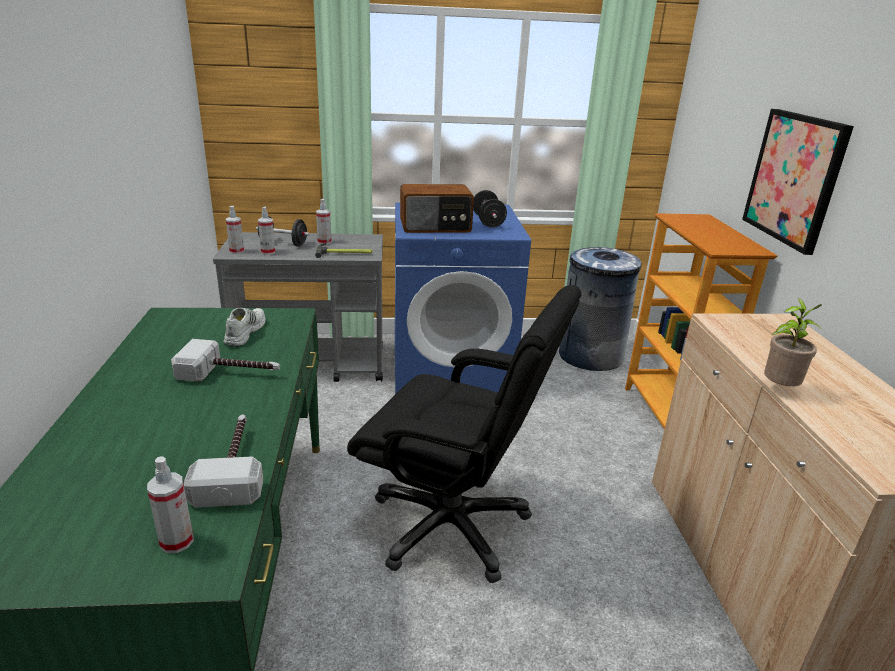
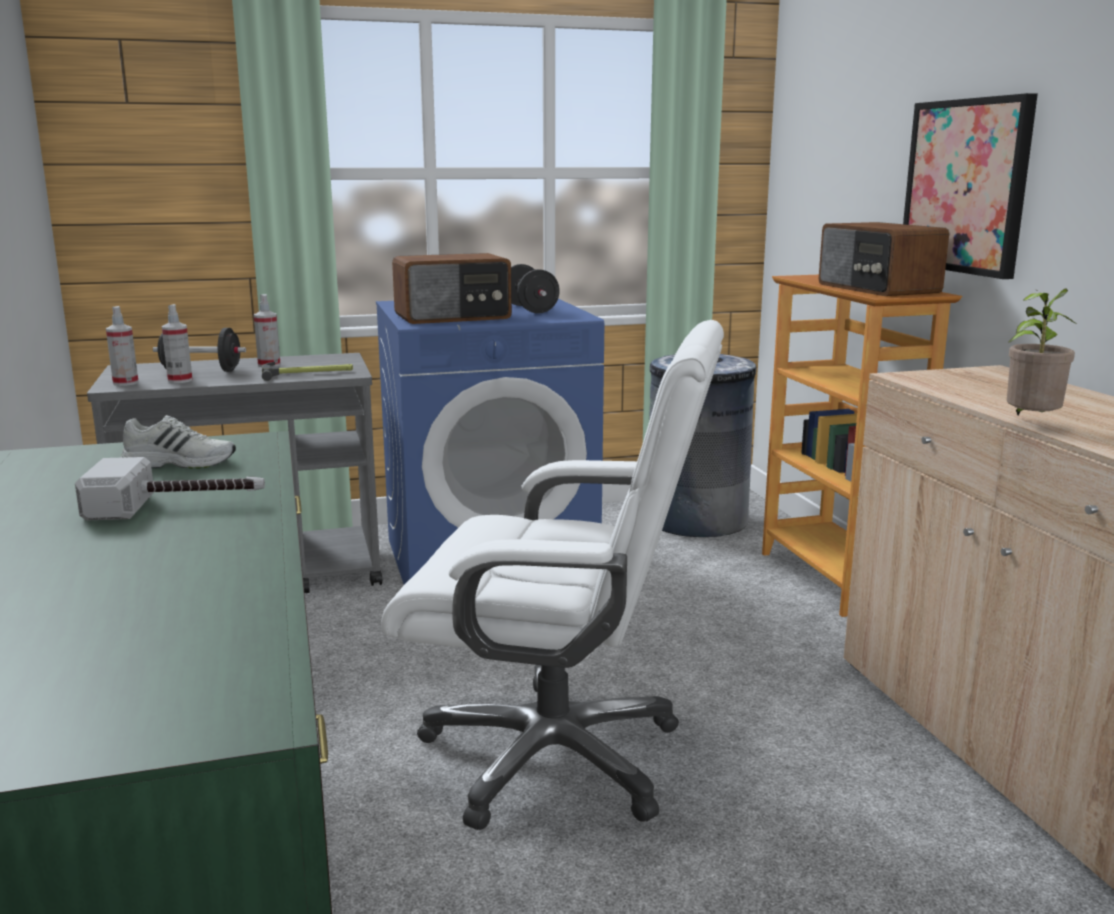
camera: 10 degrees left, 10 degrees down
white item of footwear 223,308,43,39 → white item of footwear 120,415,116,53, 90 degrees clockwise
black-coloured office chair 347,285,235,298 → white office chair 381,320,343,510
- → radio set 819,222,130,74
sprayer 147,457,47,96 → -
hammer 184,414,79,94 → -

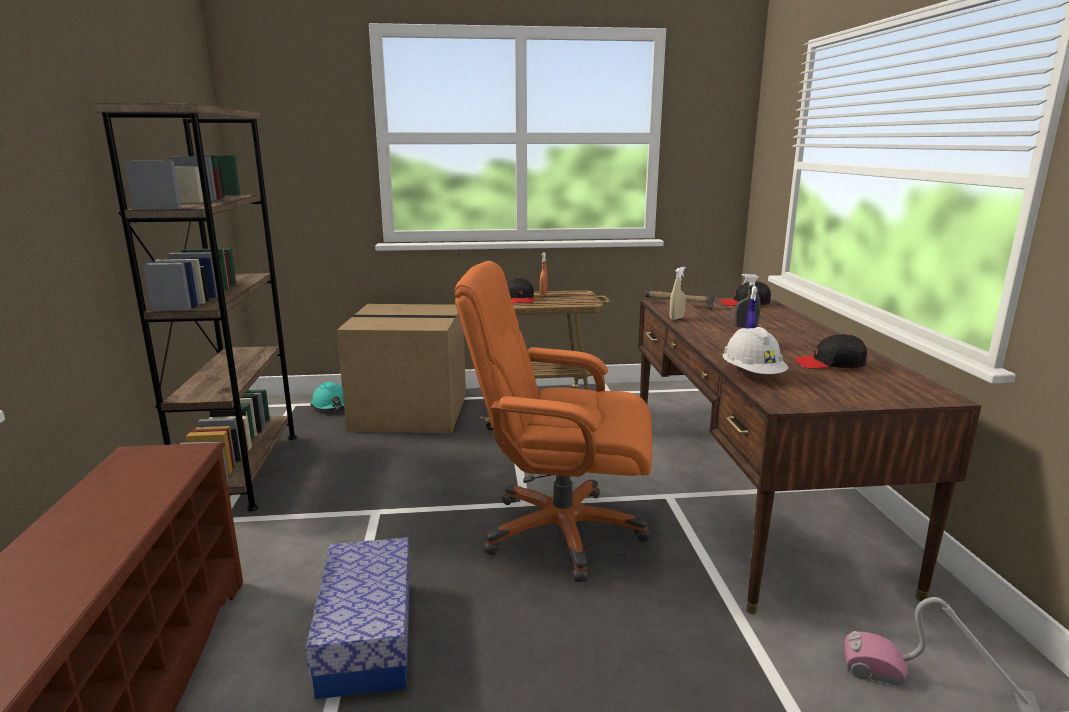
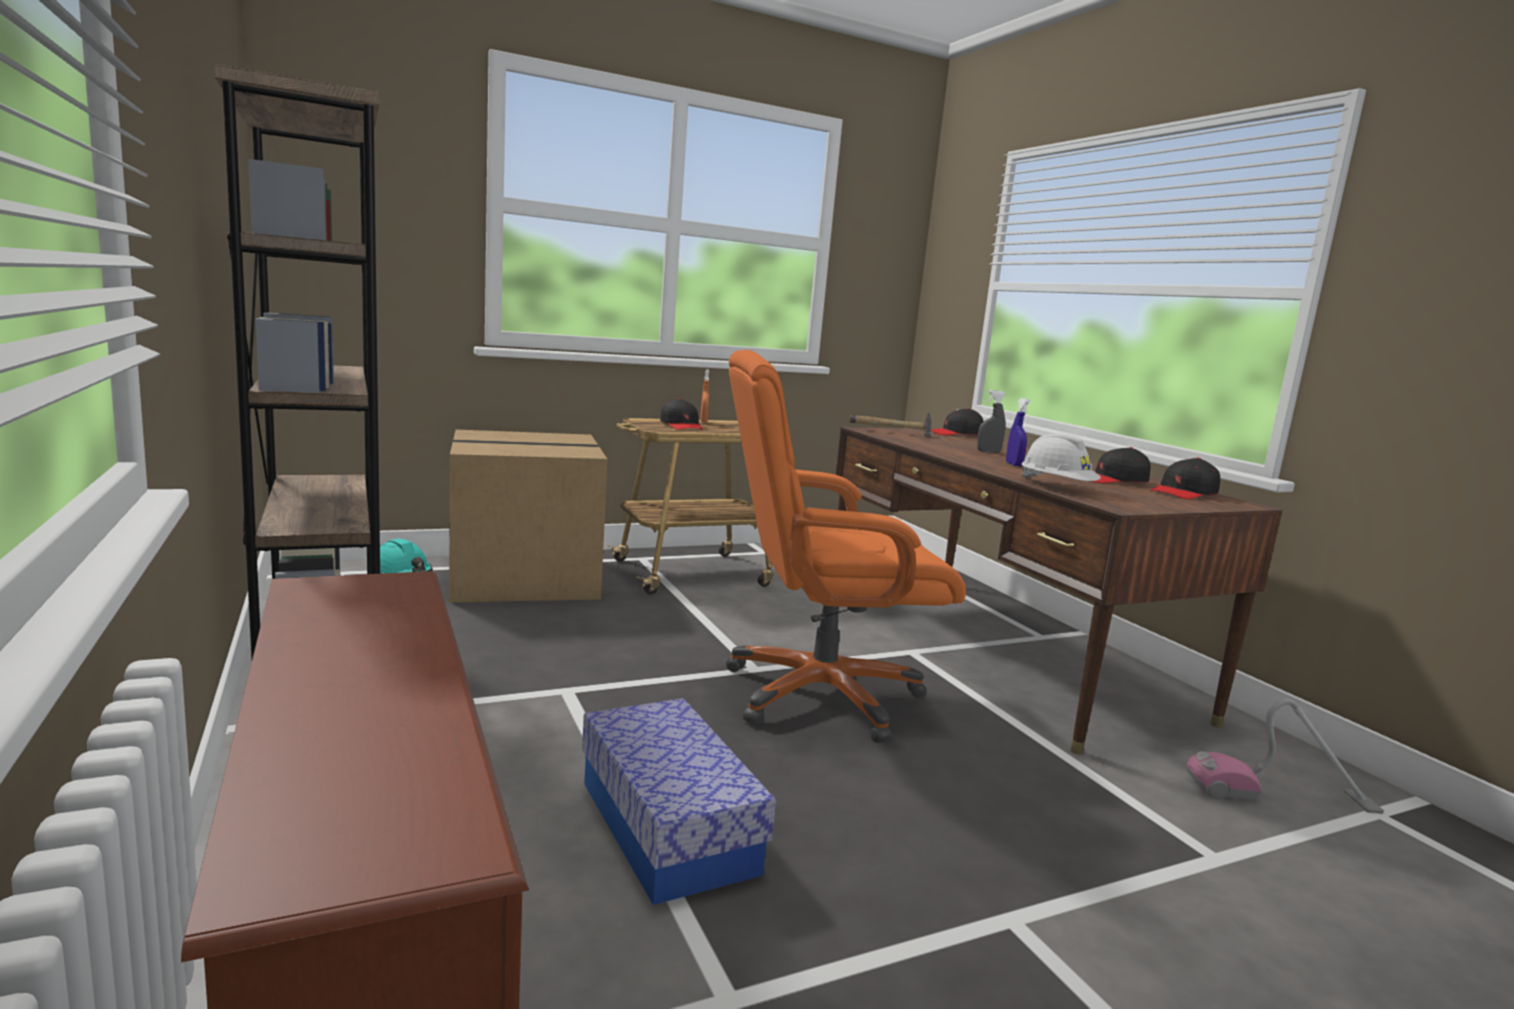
camera: 20 degrees left, 5 degrees down
- → black-coloured peaked cap 1150,458,70,41
beige-coloured sprayer 669,267,17,53 → -

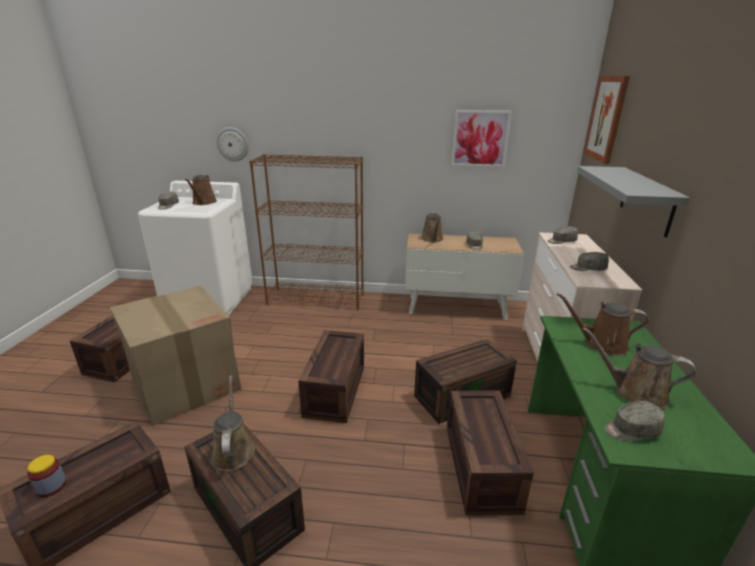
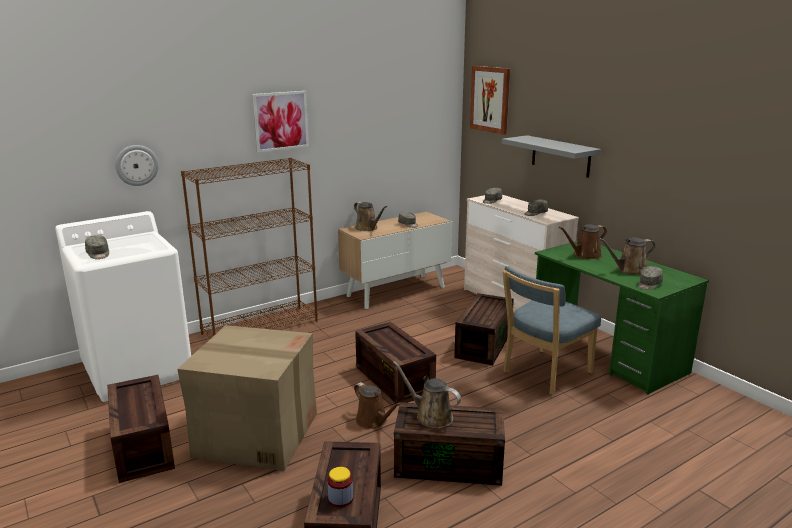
camera: 40 degrees left, 5 degrees down
picture 451,110,61,57 → picture 252,91,57,62, moved
brownish watering pot 185,175,32,30 → brownish watering pot 354,382,46,47, moved
crate 447,391,87,124 → blue-coloured upright chair 503,266,98,129

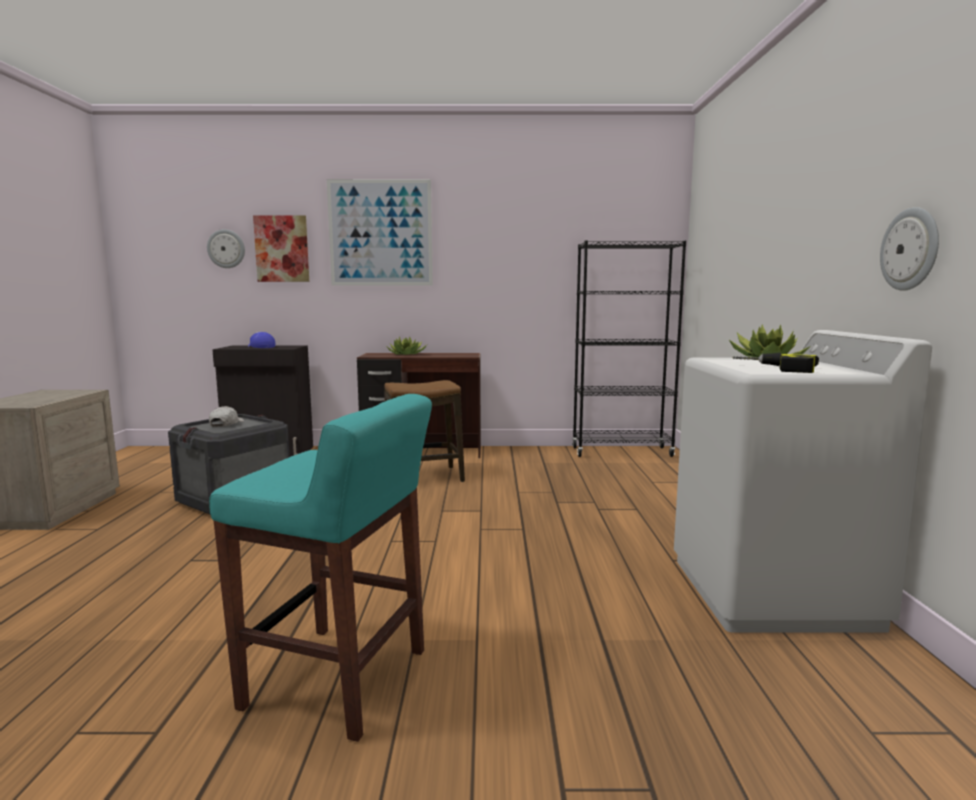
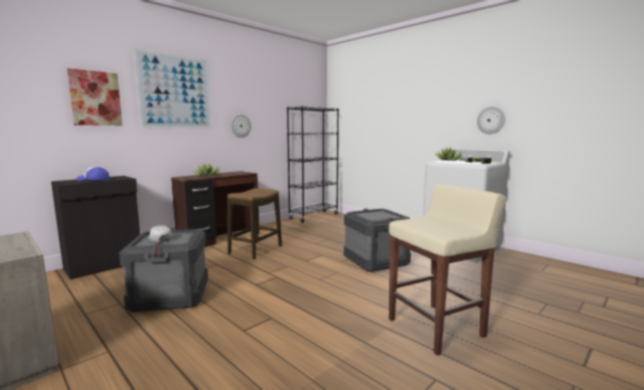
camera: 45 degrees left, 0 degrees up
hanging clock 207,229,38,39 → hanging clock 231,114,20,24, moved
- → crate 344,209,67,63
blue-green stool 209,394,223,348 → beige-coloured stool 389,184,117,171

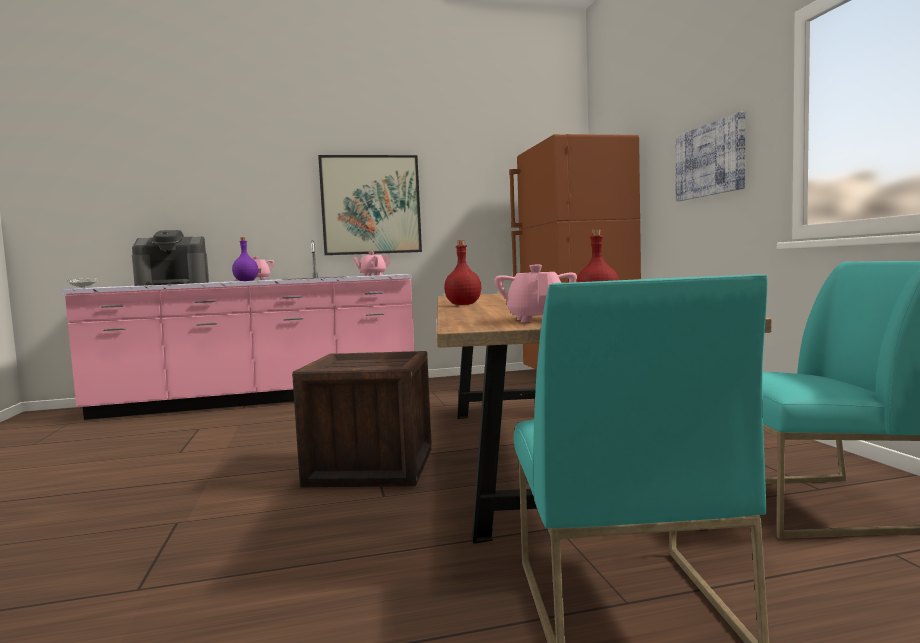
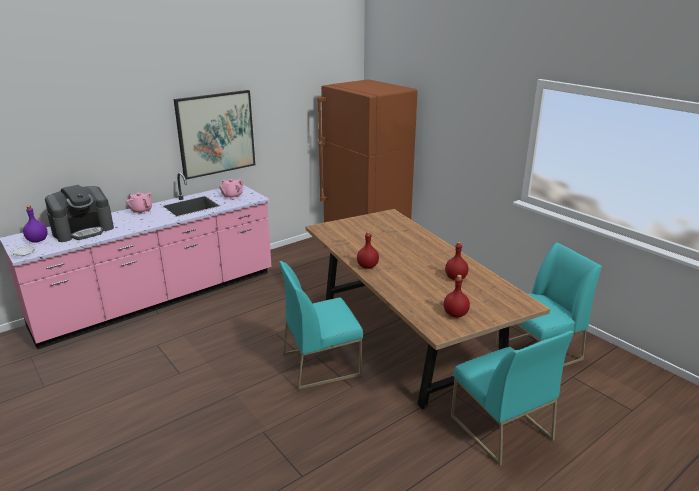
camera: 25 degrees left, 20 degrees up
purplish beverage bottle 232,237,26,44 → purplish beverage bottle 23,206,25,37, moved
crate 292,351,140,136 → blue-green upright chair 279,261,84,129
pinkish teapot 495,264,82,59 → red beverage bottle 443,275,27,43
picture 675,112,70,89 → -

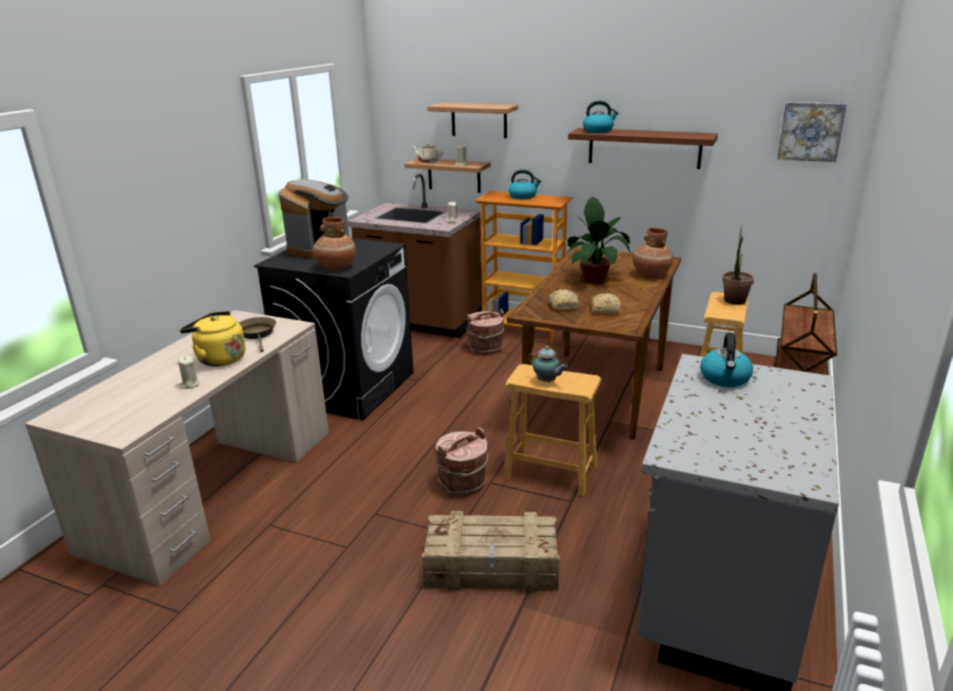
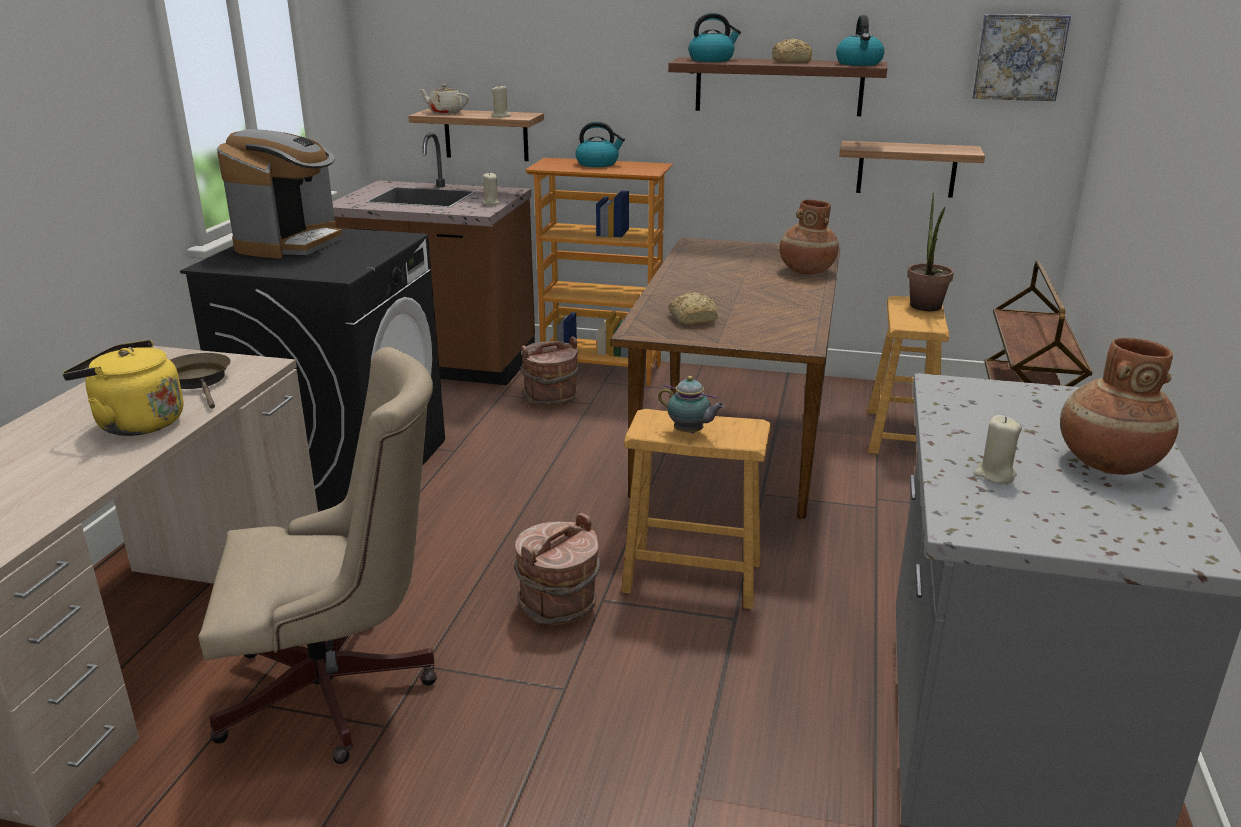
camera: 10 degrees left, 0 degrees up
- → beige-coloured office chair 198,347,239,417
bakery bread 591,293,30,21 → bakery bread 772,38,40,25, moved
tea kettle 700,333,53,54 → tea kettle 836,15,49,51, moved
bracket shelf 427,103,91,35 → bracket shelf 839,141,146,57, moved
beige-coloured candle 178,356,22,33 → beige-coloured candle 974,415,48,69, moved
brownish flower vase 313,217,43,53 → brownish flower vase 1060,338,119,137, moved
crate 422,511,138,81 → -
houseplant 566,197,65,87 → -

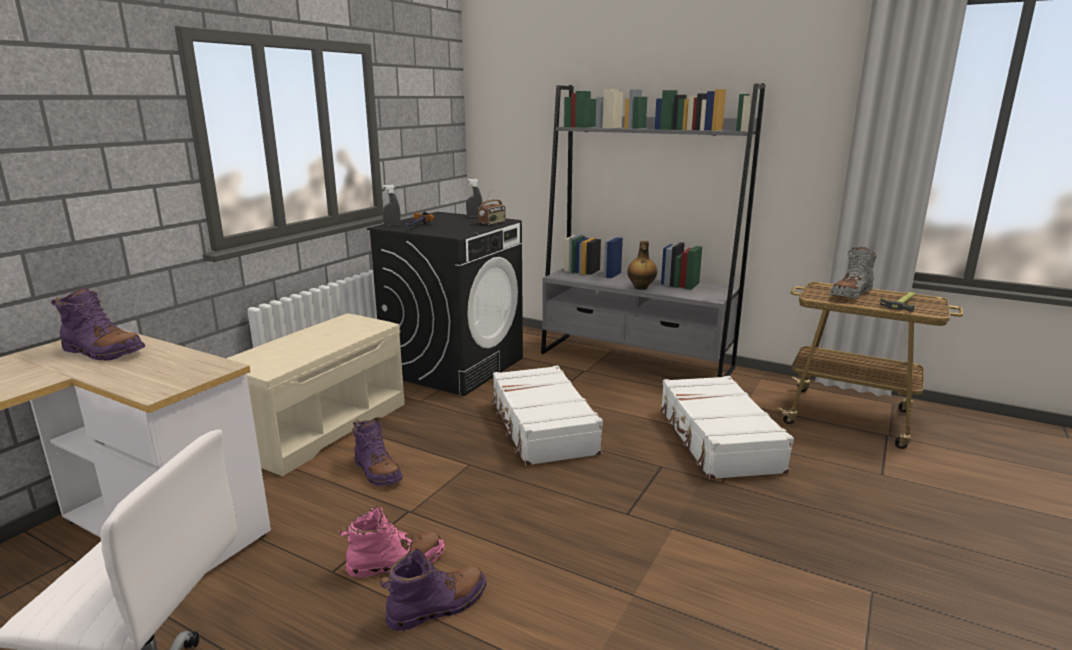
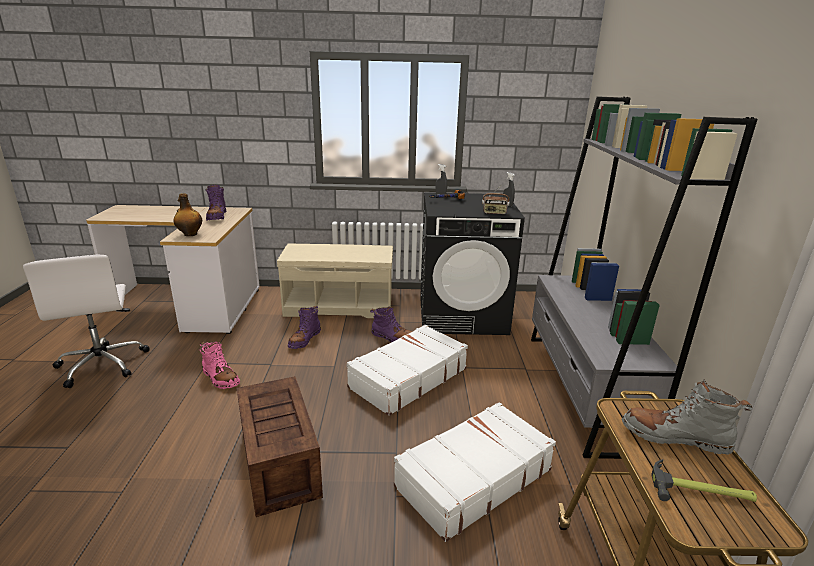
camera: 60 degrees right, 5 degrees up
beverage bottle 627,241,30,49 → beverage bottle 173,193,29,43, moved
- → crate 236,376,87,141
purplish tall boot 379,548,108,84 → purplish tall boot 370,306,43,36, moved

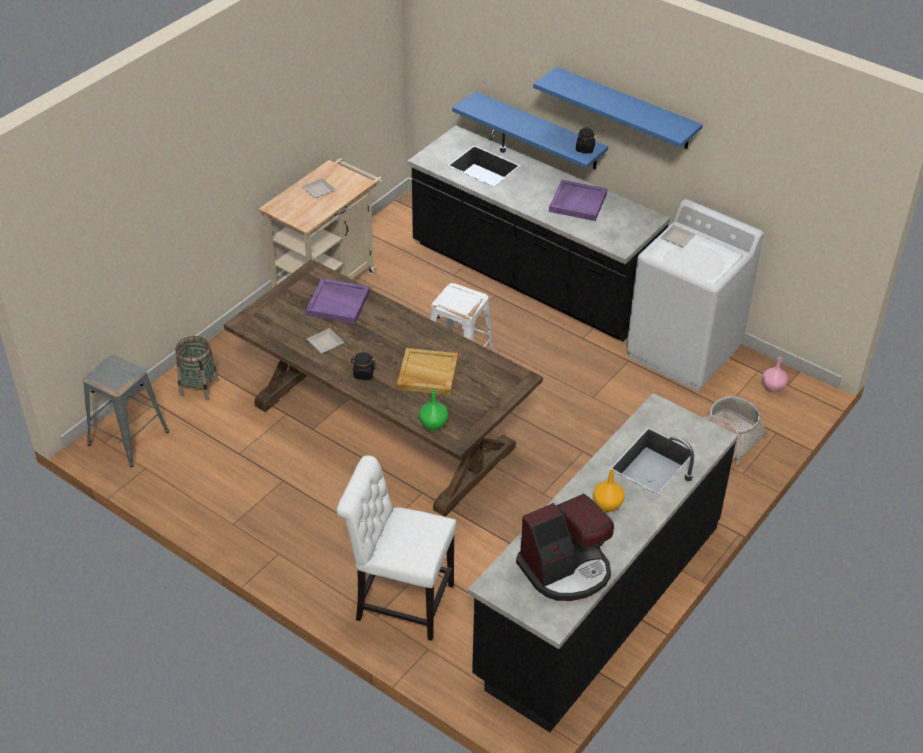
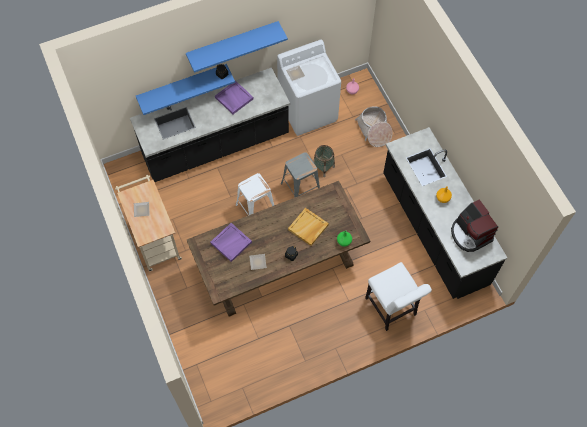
camera: 60 degrees left, 20 degrees up
grey stool 83,355,86,112 → grey stool 281,152,39,46, moved
storage basket 175,336,44,64 → storage basket 313,145,22,32, moved
white upright chair 336,455,120,186 → white upright chair 365,262,67,69, 75 degrees counterclockwise
coffee machine 516,494,98,107 → coffee machine 451,199,47,53, 150 degrees clockwise

